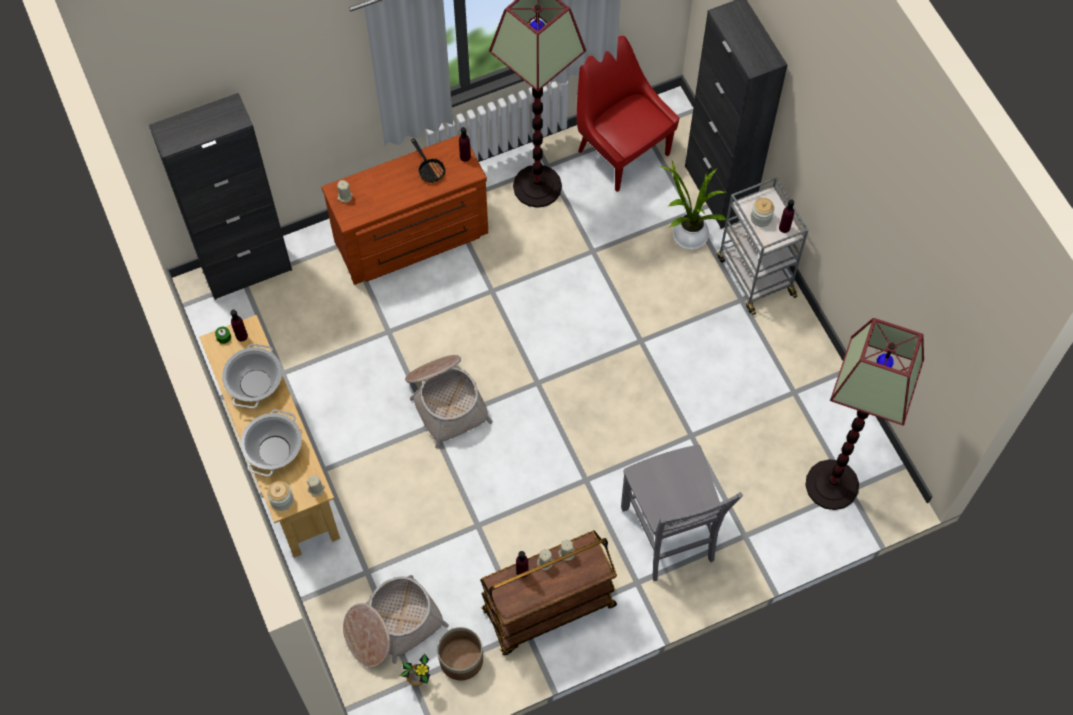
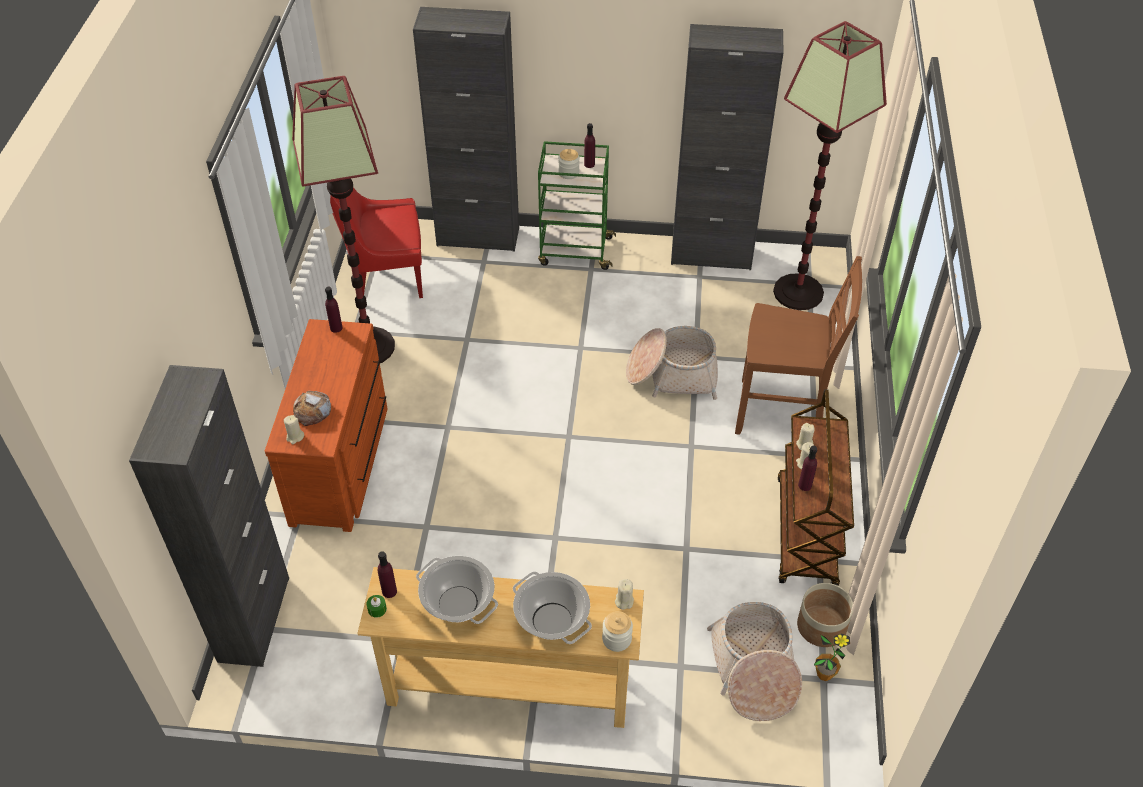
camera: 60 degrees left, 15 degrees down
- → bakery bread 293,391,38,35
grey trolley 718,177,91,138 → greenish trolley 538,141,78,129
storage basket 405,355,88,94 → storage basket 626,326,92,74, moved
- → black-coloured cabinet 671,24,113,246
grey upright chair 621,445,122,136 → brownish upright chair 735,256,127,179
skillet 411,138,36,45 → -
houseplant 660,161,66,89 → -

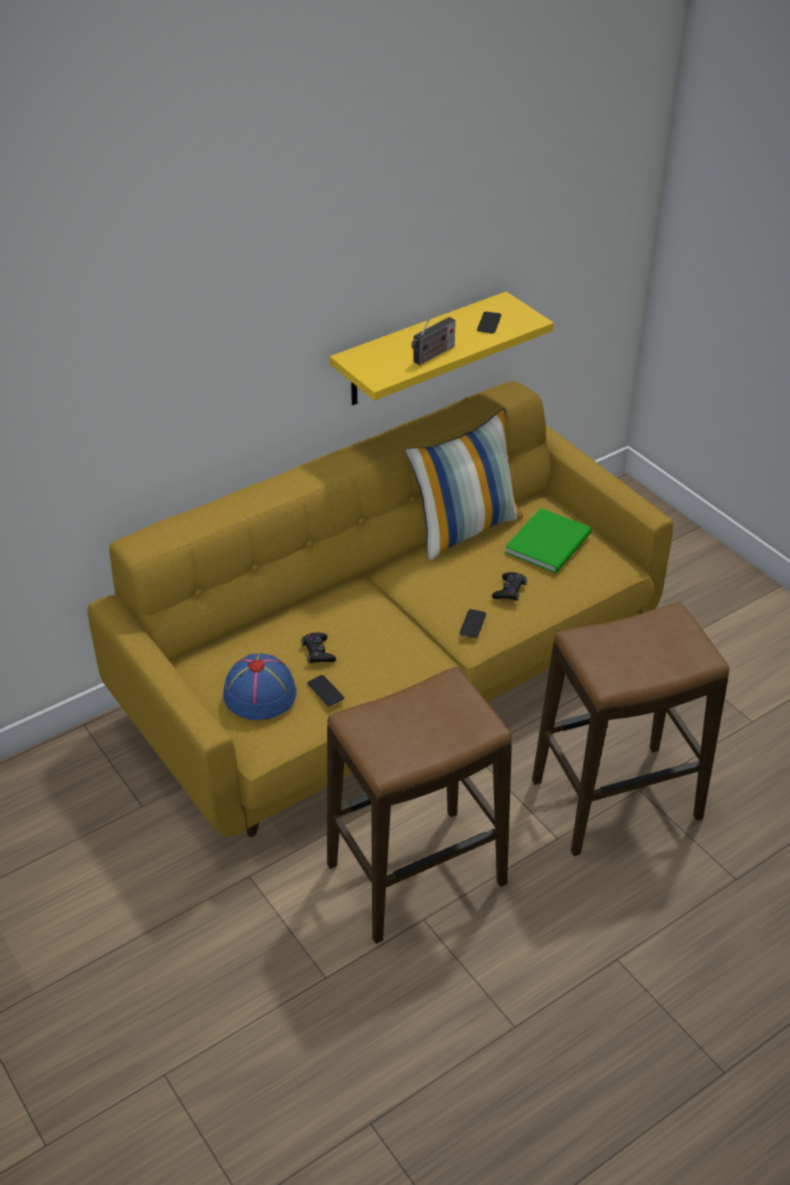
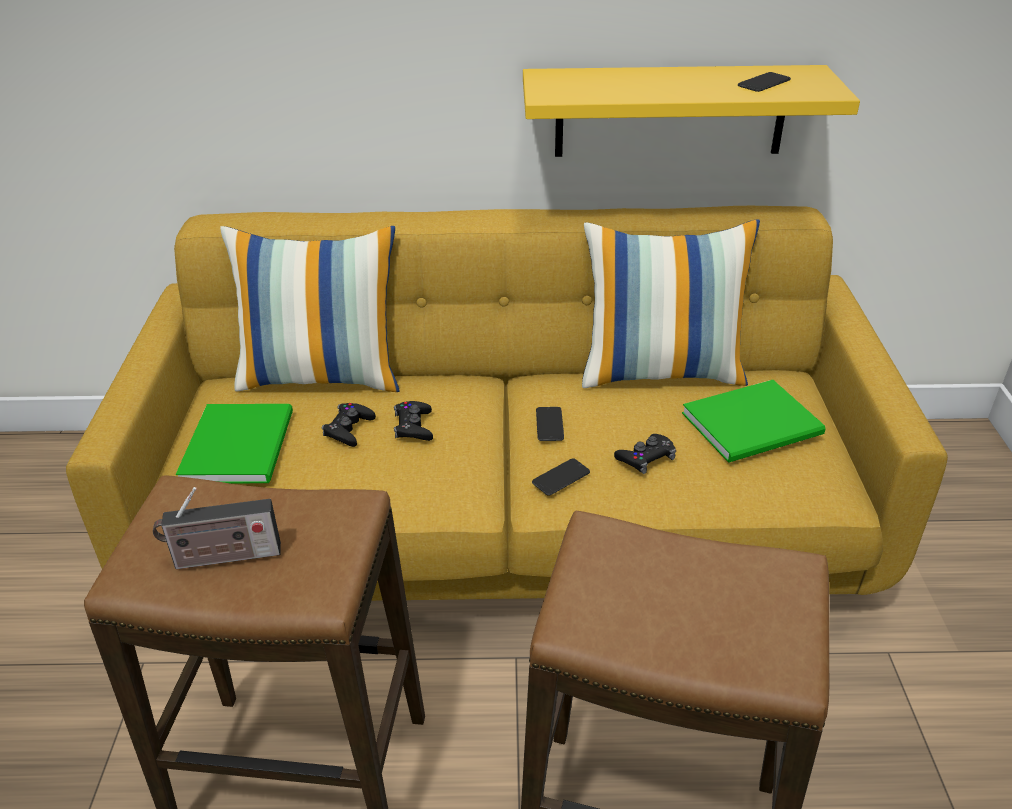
camera: 35 degrees right, 5 degrees down
radio set 411,316,45,49 → radio set 153,487,128,82, moved
blue-coloured wearable hat 223,653,74,67 → greenish book 176,404,117,79
- → pillow 220,226,180,166
- → black-coloured joypad 394,401,39,40
telephone 307,675,37,31 → telephone 536,407,28,34, moved

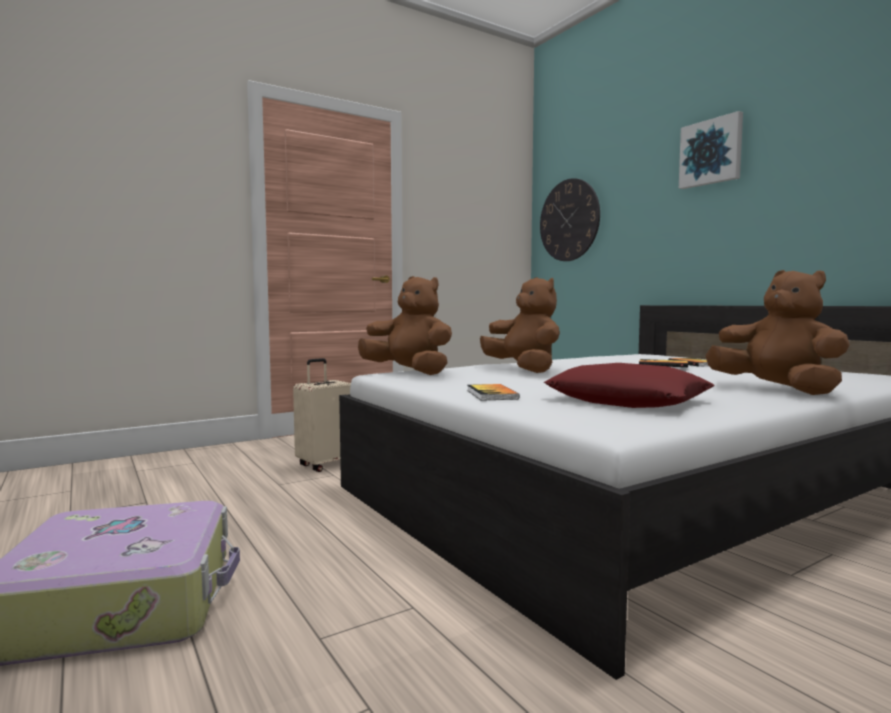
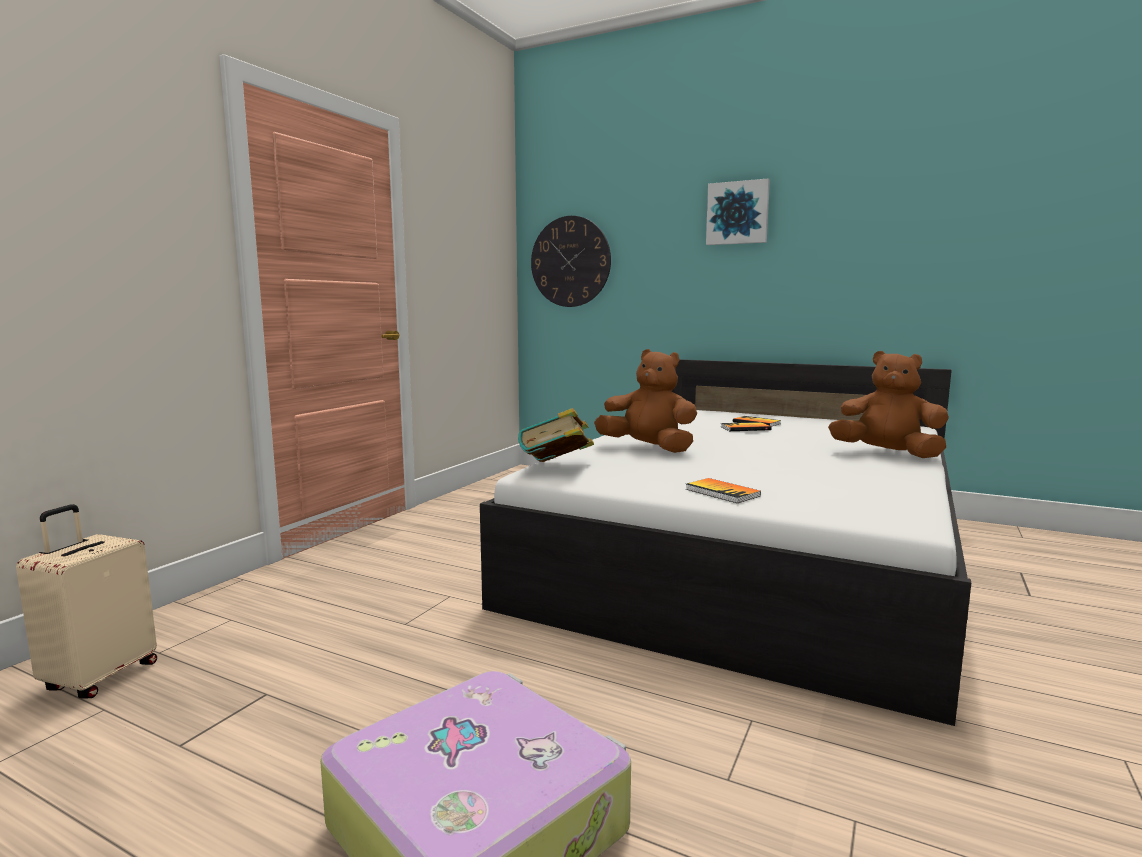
camera: 30 degrees left, 5 degrees up
beige-coloured suitcase 293,358,58,114 → beige-coloured suitcase 16,504,141,195, moved
brownish soft toy 358,276,94,99 → book 518,408,76,54
red pillow 544,363,171,45 → -

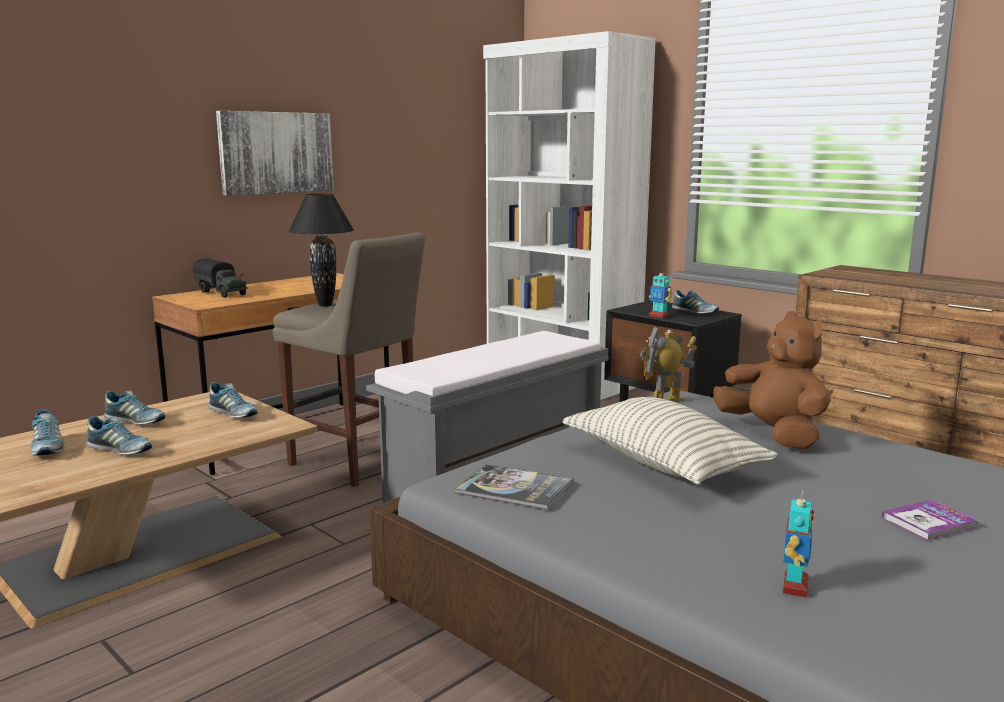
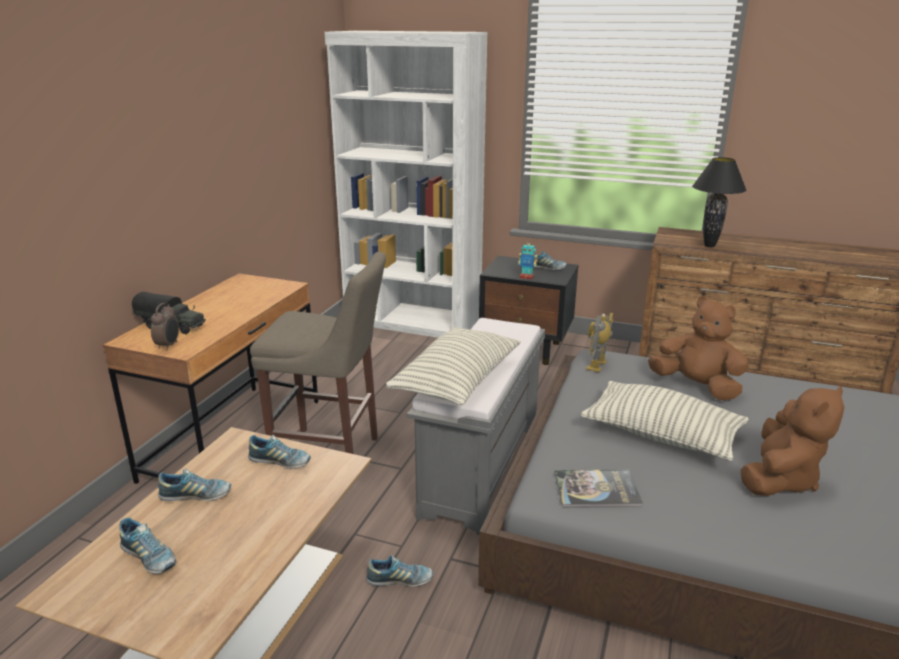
camera: 25 degrees left, 10 degrees up
- → table clock 151,303,28,47
item of footwear 86,416,66,39 → item of footwear 367,555,66,31, moved
- → pillow 386,327,135,78
black-coloured lamp for a table 288,193,66,114 → black-coloured lamp for a table 692,157,55,90, moved
- → brownish soft toy 741,386,104,110
picture 216,111,118,85 → -
toy robot 783,489,31,109 → -
book 882,499,97,42 → -

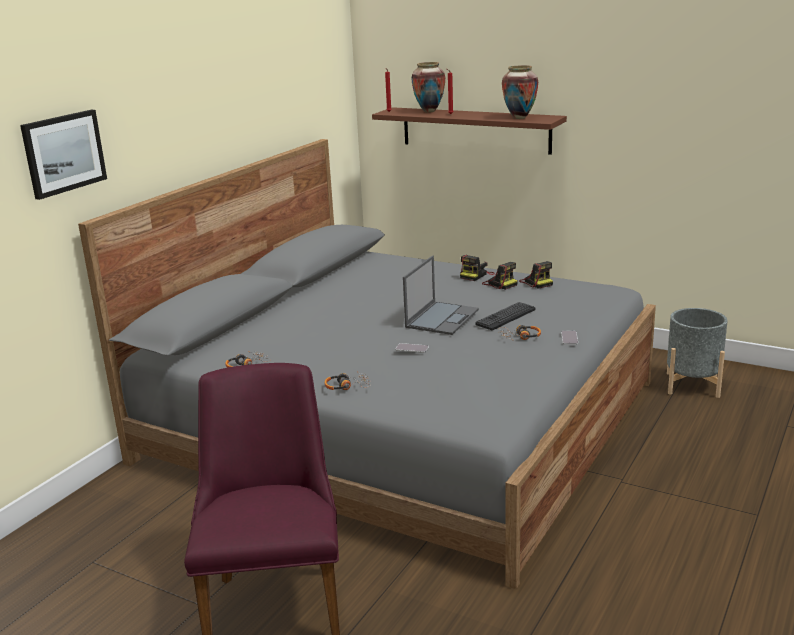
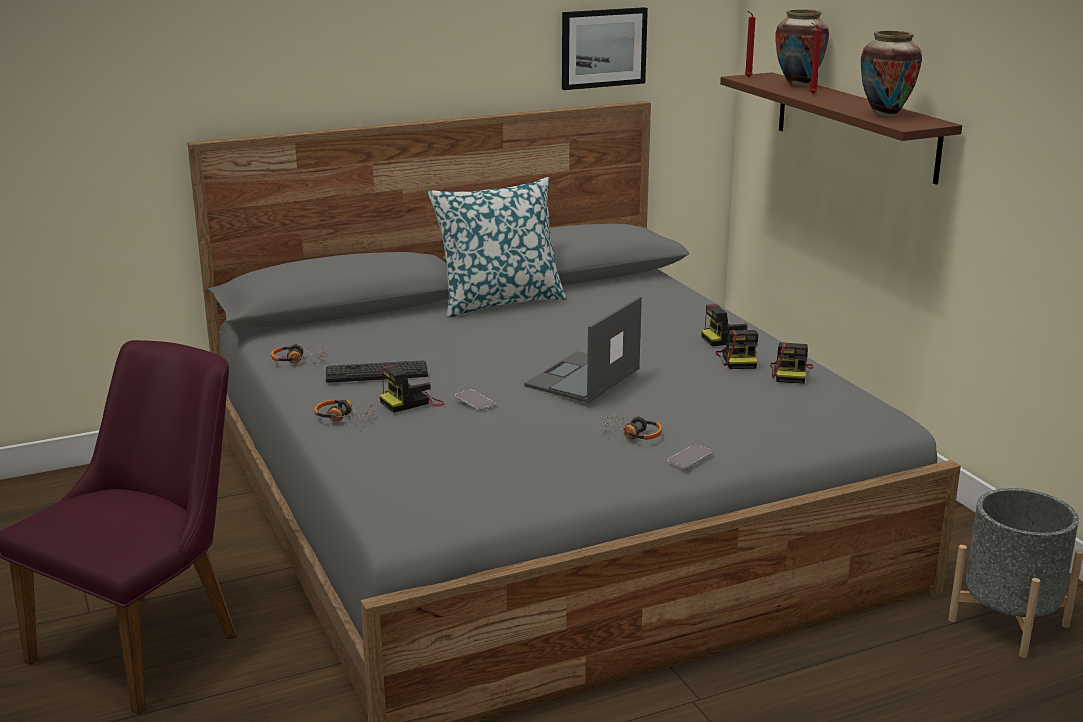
camera: 35 degrees right, 0 degrees up
keyboard 475,302,60,28 → keyboard 326,360,102,23, moved
- → still camera 379,364,66,49
- → pillow 428,177,139,141
notebook computer 403,256,76,79 → notebook computer 524,297,118,106, 150 degrees clockwise
picture 20,110,87,90 → picture 562,7,86,83, moved

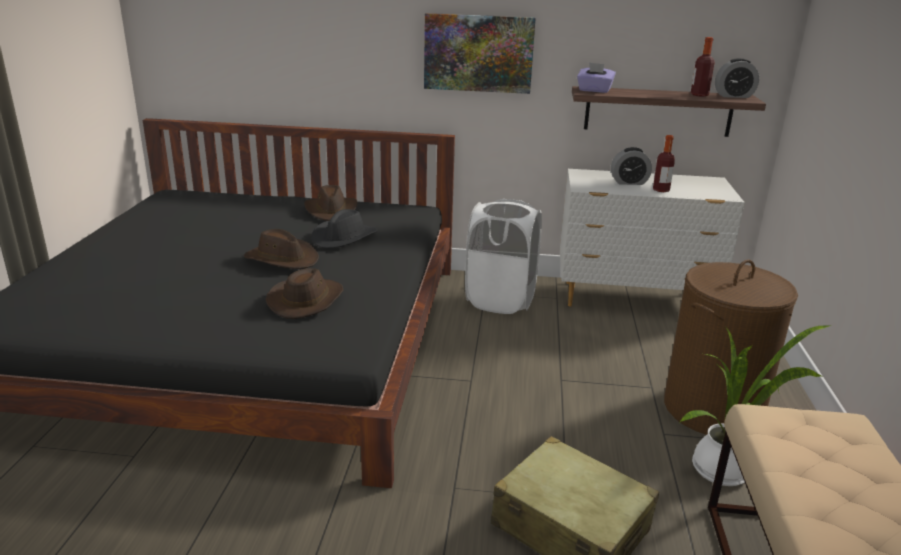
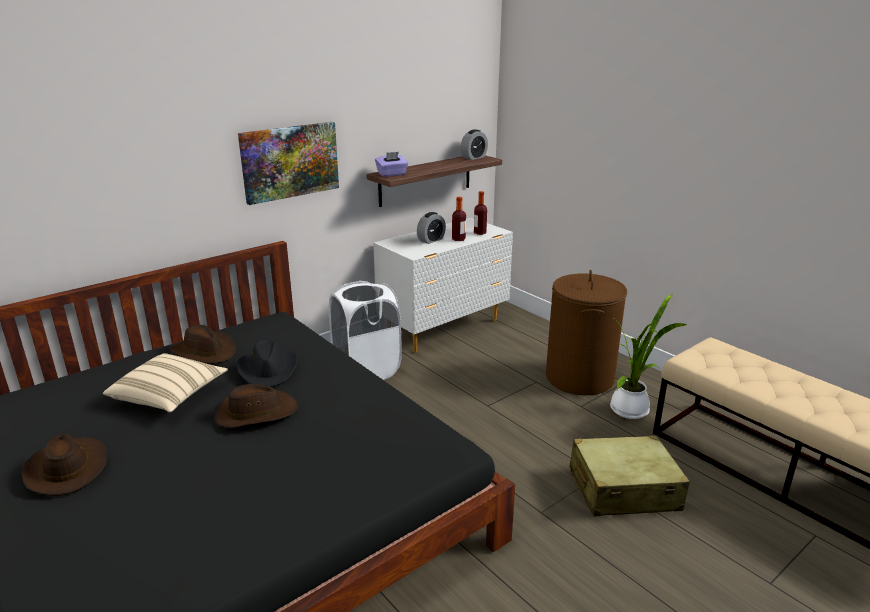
camera: 45 degrees left, 0 degrees up
brownish wearable hat 266,268,77,51 → brownish wearable hat 21,434,86,62, moved
- → beige-coloured pillow 103,353,125,59
beverage bottle 691,37,24,60 → beverage bottle 474,191,13,44, moved

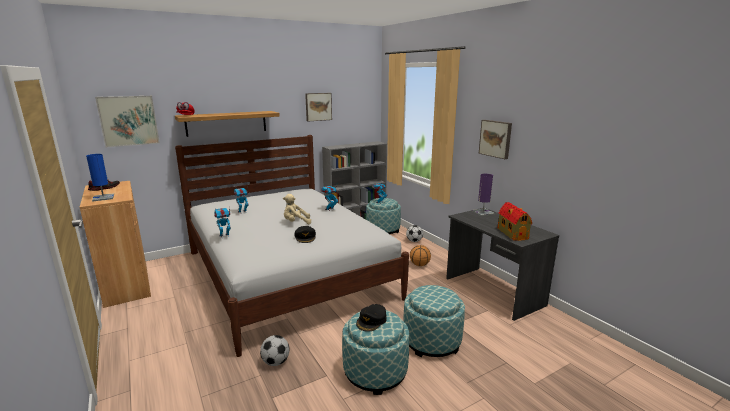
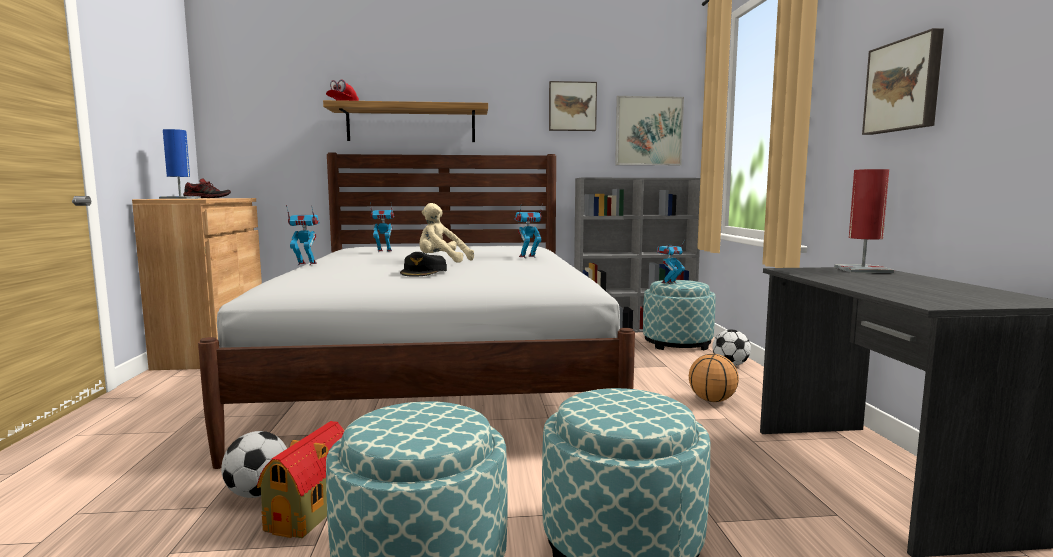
camera: 25 degrees right, 10 degrees down
model house 498,202,34,39 → model house 257,421,88,117, moved
picture 95,96,65,51 → picture 615,96,69,69, moved
purplish lamp for a table 472,174,23,42 → red lamp for a table 834,169,60,104
black-coloured peaked cap 356,304,30,28 → -

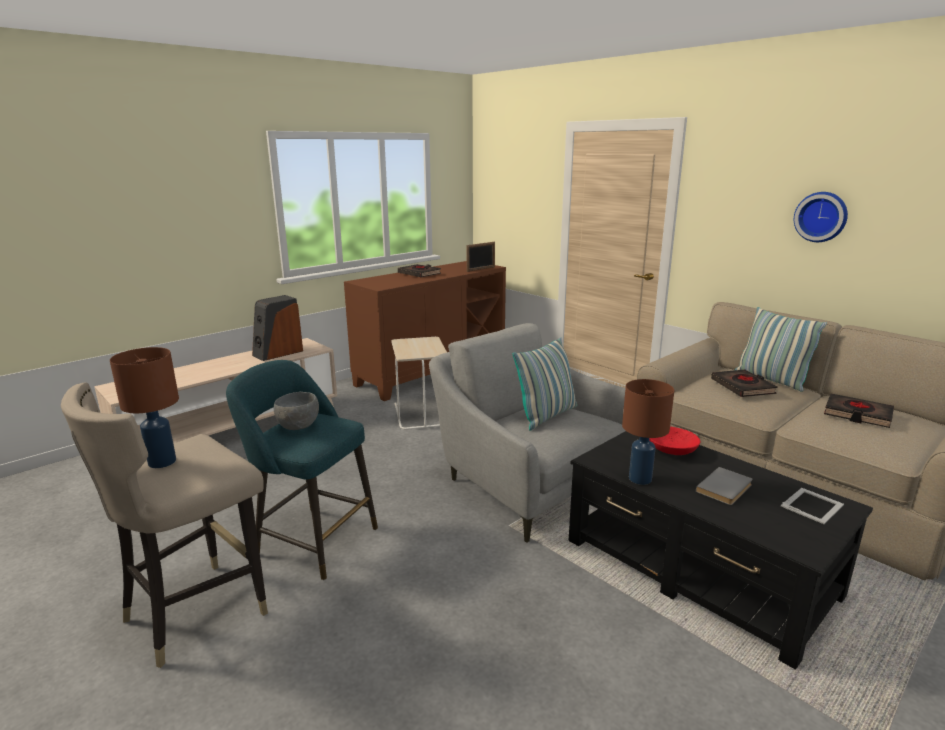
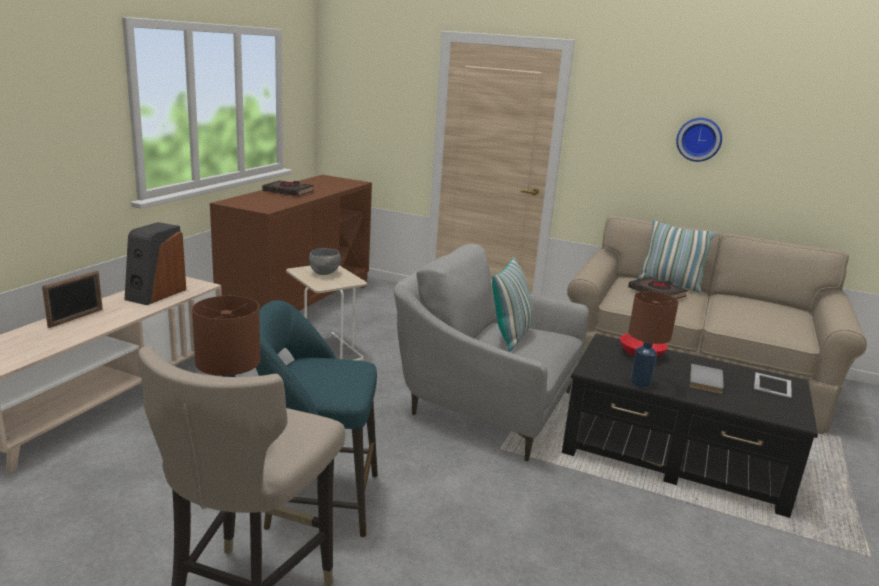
camera: 25 degrees left, 0 degrees up
picture frame 466,242,29,30 → picture frame 42,270,61,58, moved
grey deep dish 274,392,45,38 → grey deep dish 309,248,32,27, moved
black-coloured book 824,394,70,34 → -

